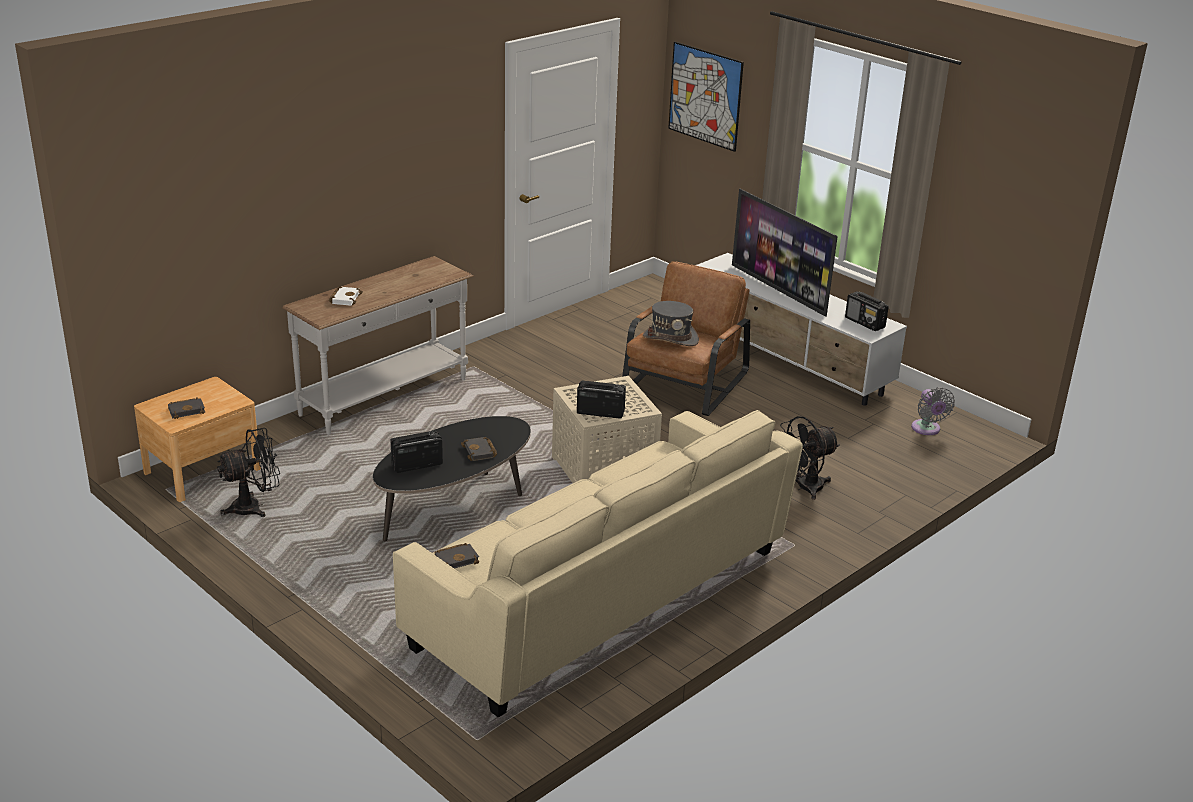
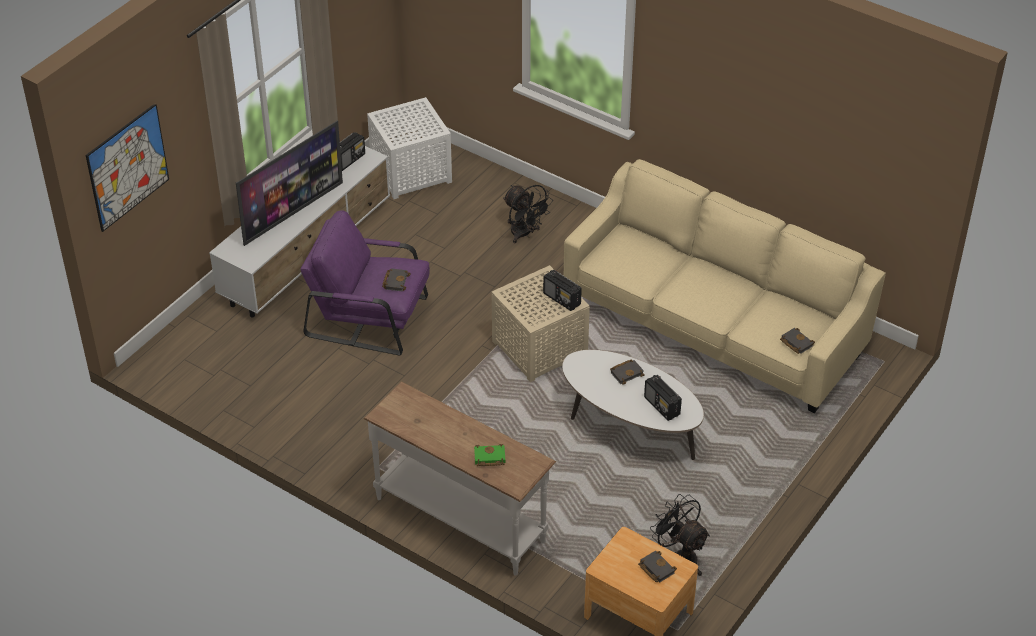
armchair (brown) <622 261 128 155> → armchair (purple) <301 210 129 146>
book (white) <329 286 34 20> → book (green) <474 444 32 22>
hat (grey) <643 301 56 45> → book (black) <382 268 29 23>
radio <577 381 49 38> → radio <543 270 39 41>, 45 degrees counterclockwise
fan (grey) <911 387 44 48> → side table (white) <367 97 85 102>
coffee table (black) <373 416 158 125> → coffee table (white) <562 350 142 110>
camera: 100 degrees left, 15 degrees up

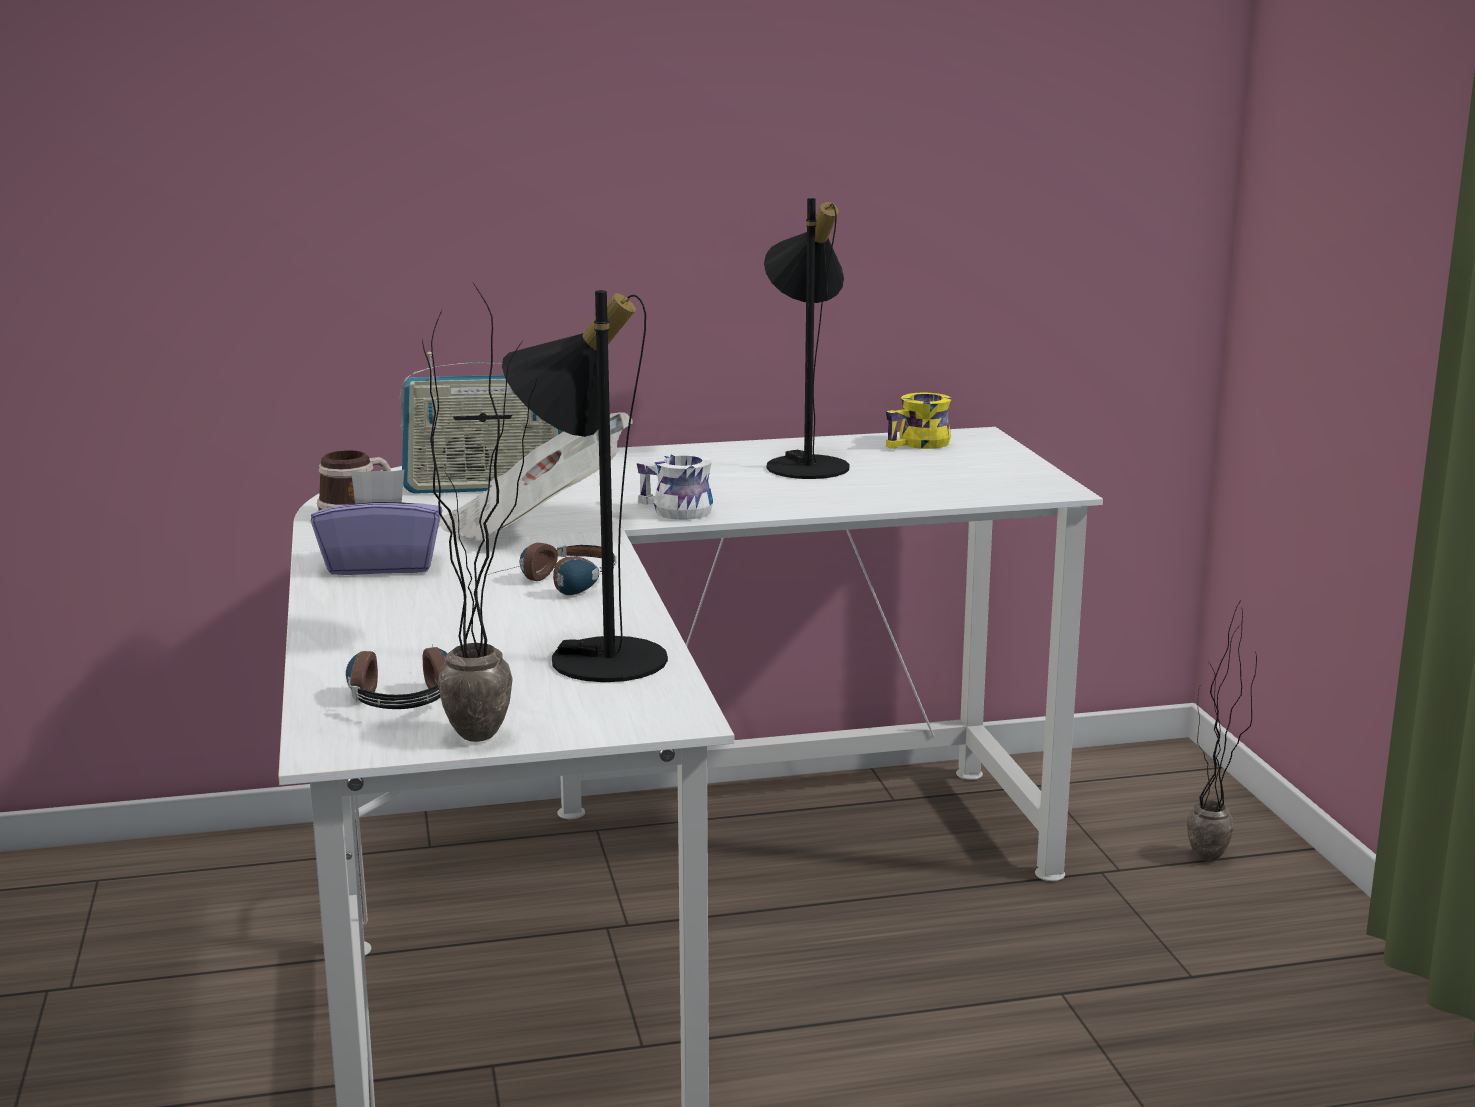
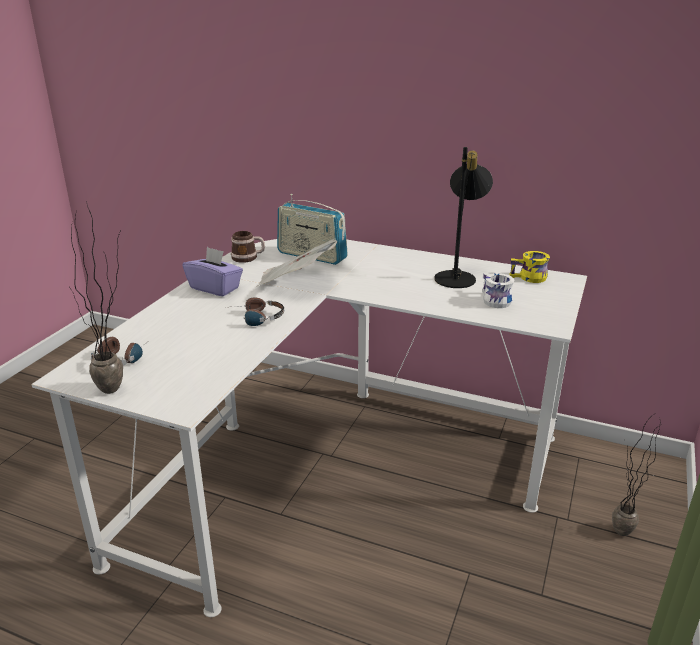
table lamp (black) <502 290 166 392> → -
mug (white) <637 454 76 66> → mug (white) <482 273 32 35>, move
camera: 35 degrees right, 10 degrees up

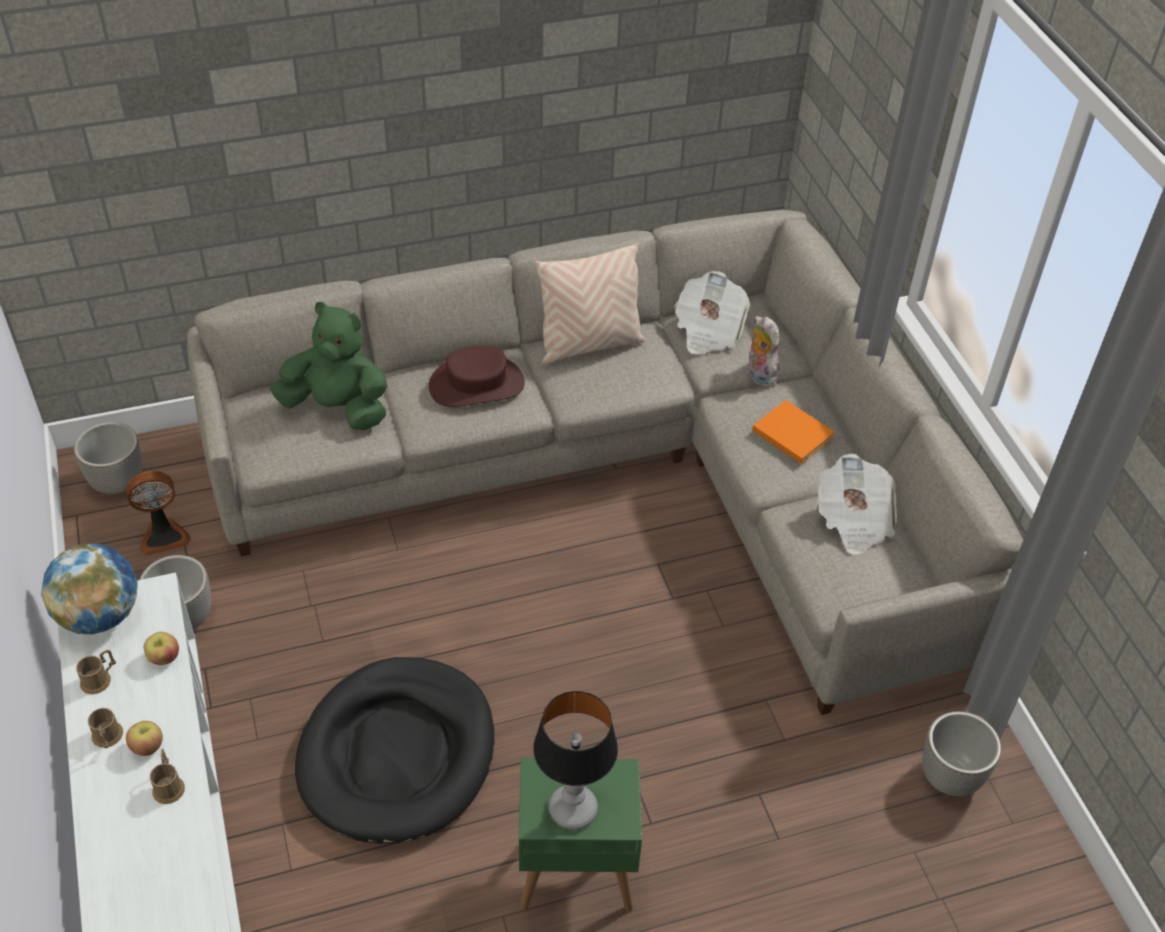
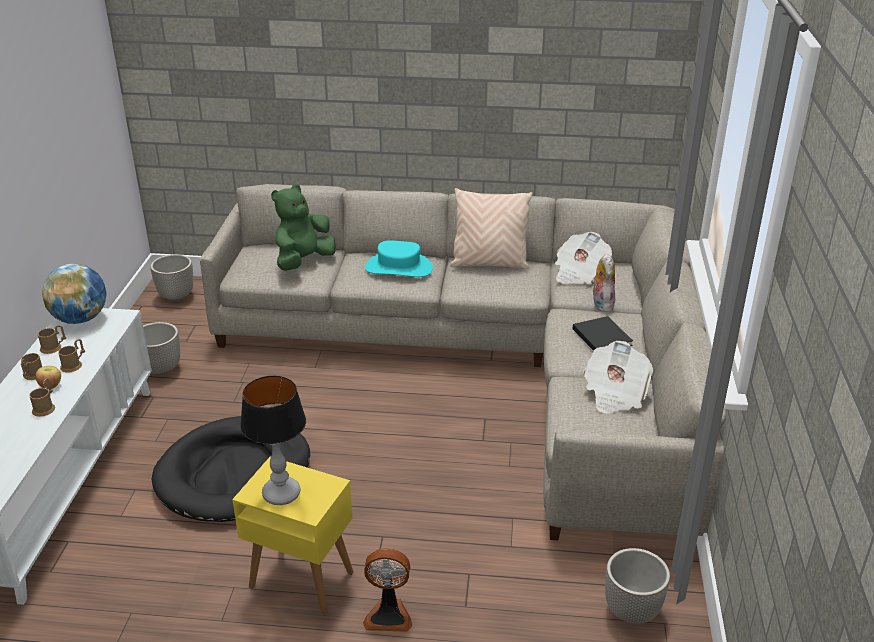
plush toy (green) <270 302 118 128> → plush toy (green) <271 184 65 87>, 90 degrees counterclockwise
hat (brown) <429 345 96 62> → hat (turquoise) <365 240 68 37>
book (orange) <752 400 83 64> → book (black) <573 316 60 35>
fan <126 471 65 85> → fan <363 548 49 84>, move
apple <144 632 35 33> → -
side table (green) <519 758 123 153> → side table (yellow) <232 457 122 158>
- → mug (brown) <58 339 27 33>
camera: 25 degrees right, 15 degrees down

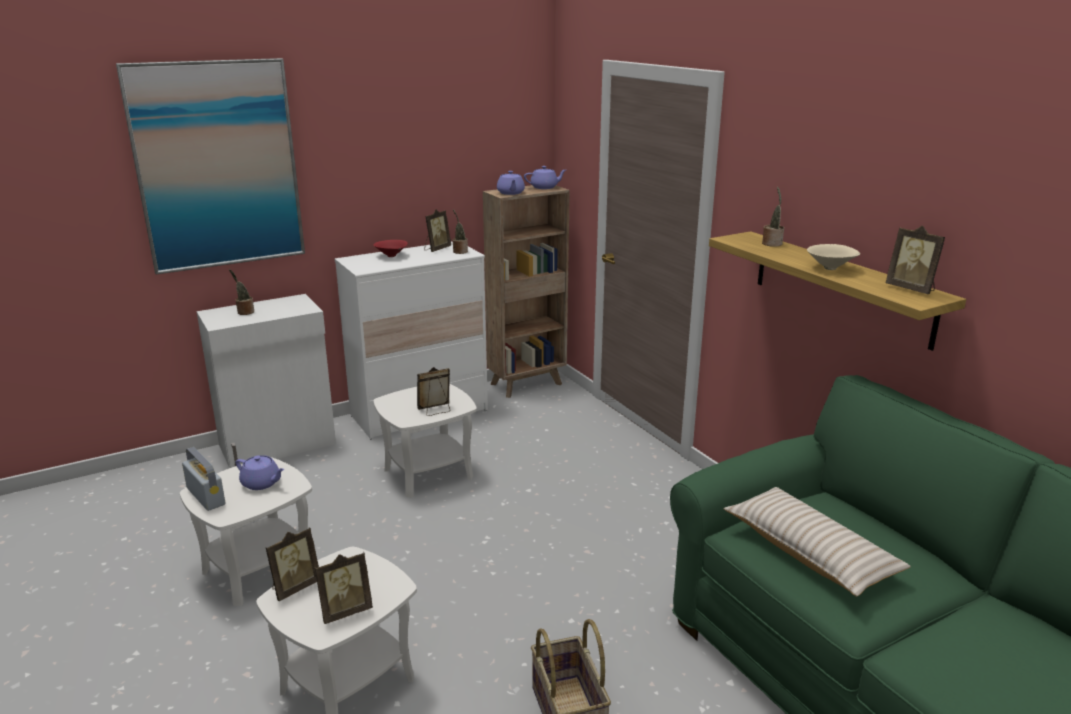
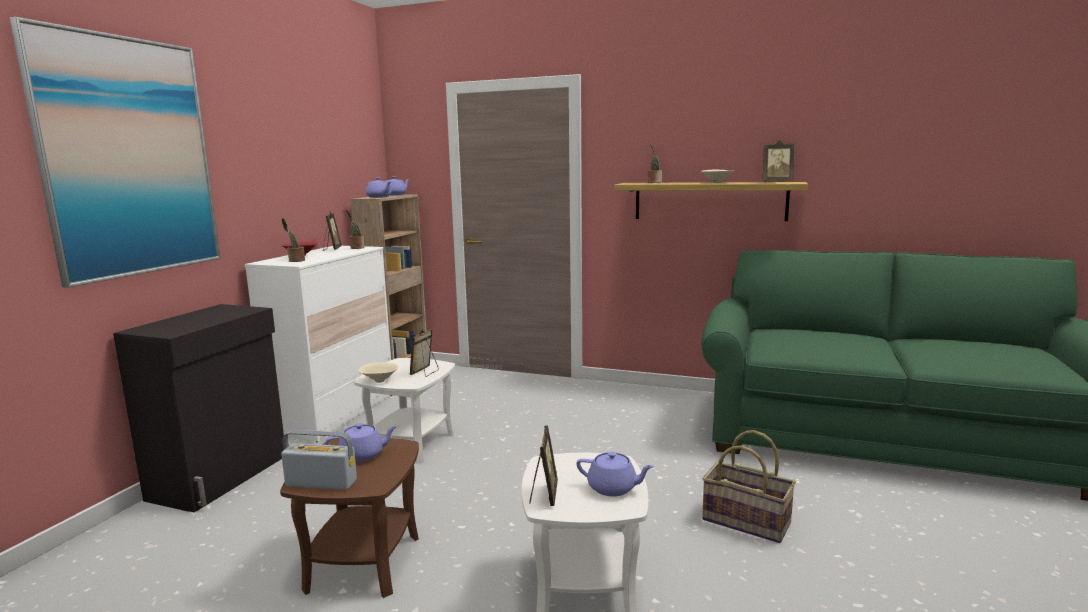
potted plant <229 269 25 46> → potted plant <282 218 23 44>, move
cabinet (white) <196 294 140 174> → cabinet (black) <113 304 171 209>
side table (white) <180 457 132 149> → side table (brown) <280 437 139 161>
pillow (beige) <724 487 187 110> → -
picture frame <315 552 58 72> → teapot (purple) <577 452 77 44>
- → bowl (beige) <359 362 39 21>
camera: 40 degrees left, 10 degrees down

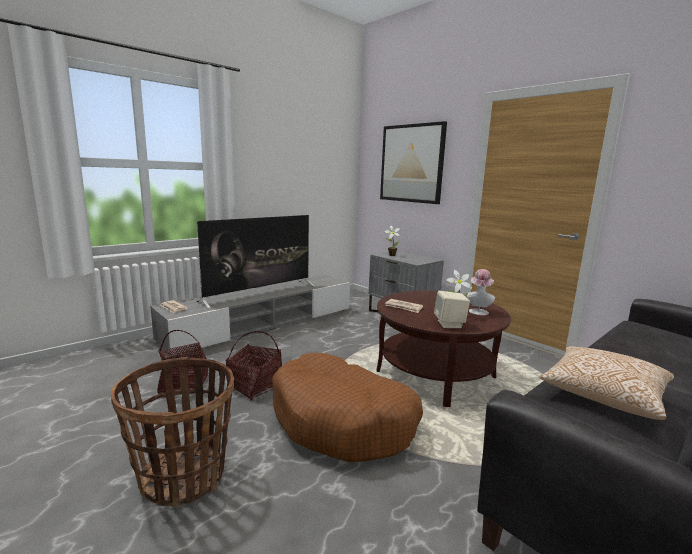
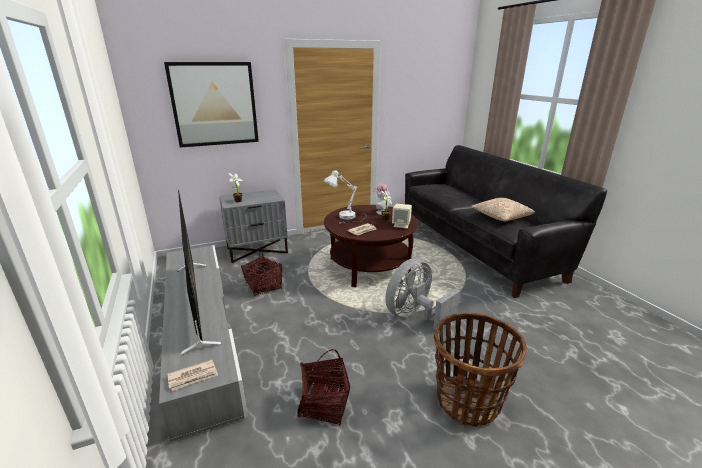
basket <226 331 56 70> → basket <241 247 41 49>, move
dog bed (brown) <272 353 151 109> → fan (grey) <385 258 75 73>
- → table lamp (white) <324 170 43 54>
camera: 70 degrees left, 10 degrees up

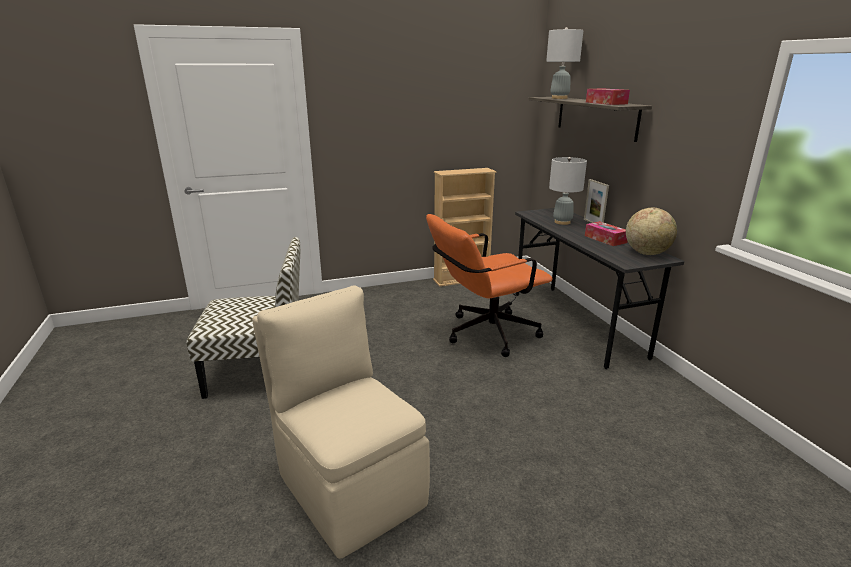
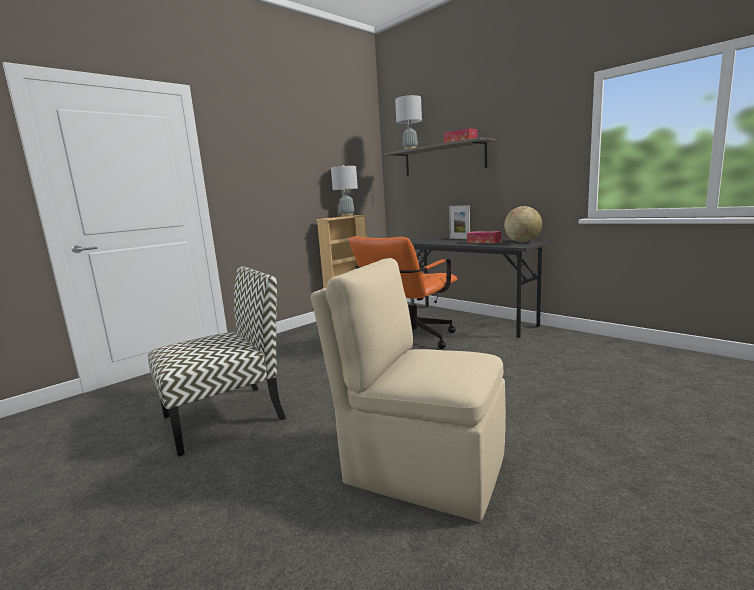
table lamp (grey) <549 157 38 68> → table lamp (grey) <331 165 27 52>, move
camera: 25 degrees left, 10 degrees down

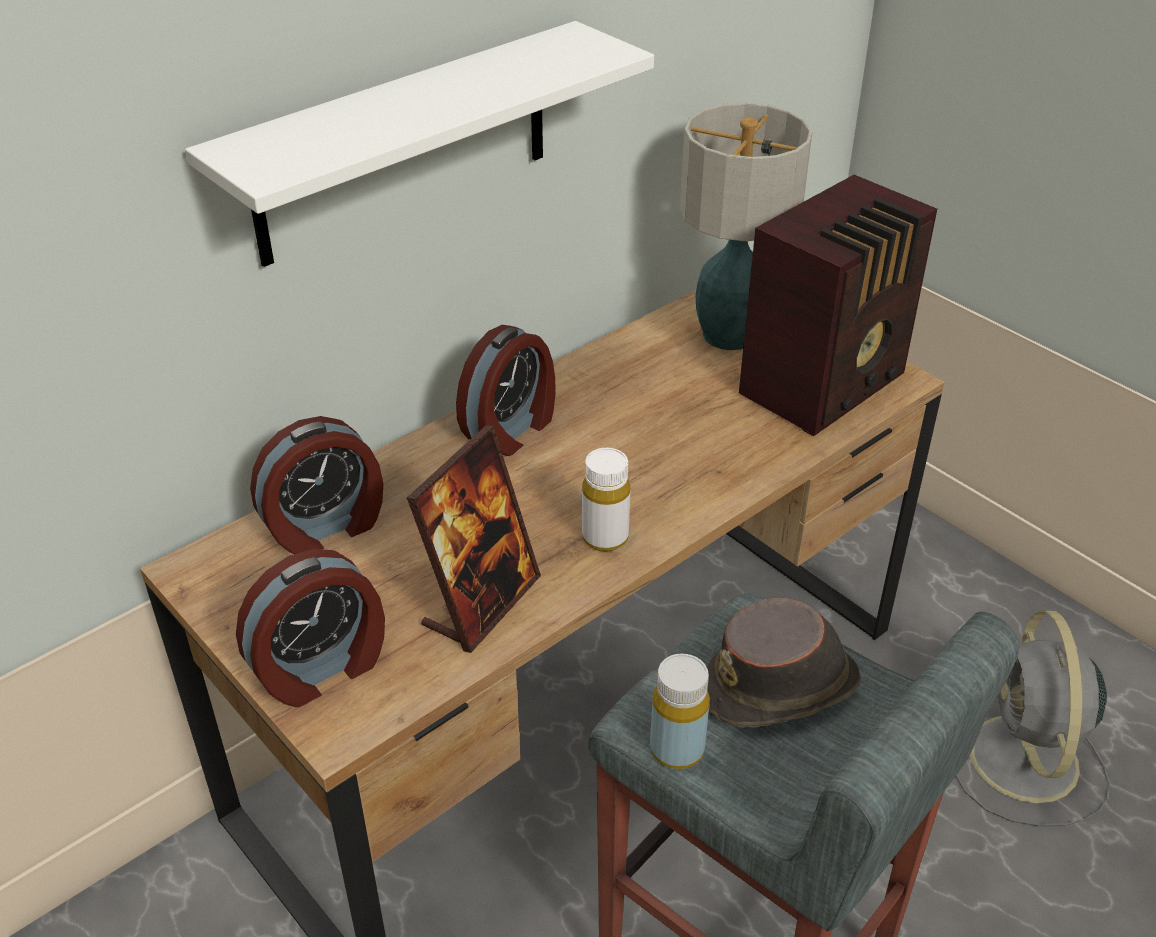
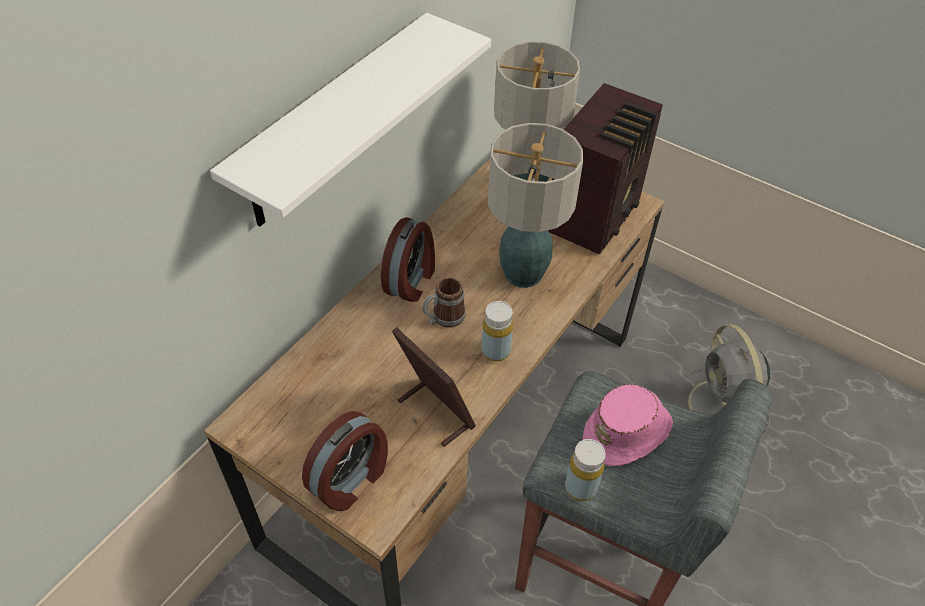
alarm clock <250 416 133 138> → -
picture frame <407 425 134 228> → picture frame <392 327 84 120>, 60 degrees counterclockwise
bottle (white) <582 448 48 104> → bottle (yellow) <481 301 32 60>
hat (brown) <707 598 154 129> → hat (pink) <583 384 90 82>
- → table lamp <488 123 95 165>
- → mug <422 277 44 51>
camera: 15 degrees left, 10 degrees up

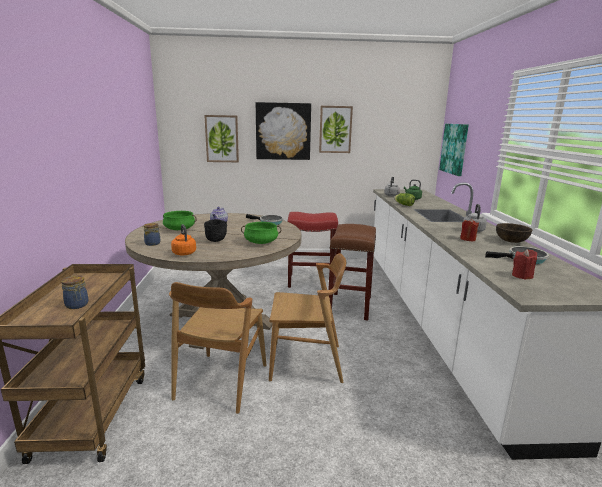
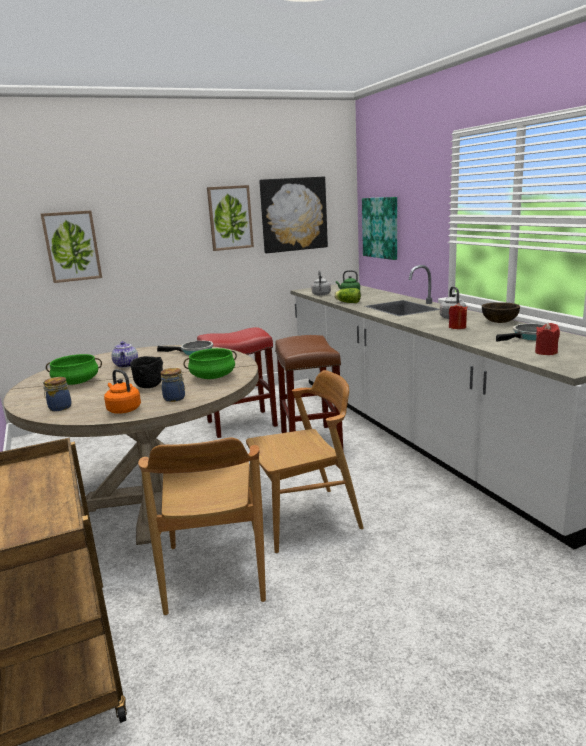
picture <256 102 55 58> → picture <259 177 69 76>, move
jar <61 276 27 33> → jar <160 368 25 34>, move
camera: 20 degrees left, 0 degrees up

